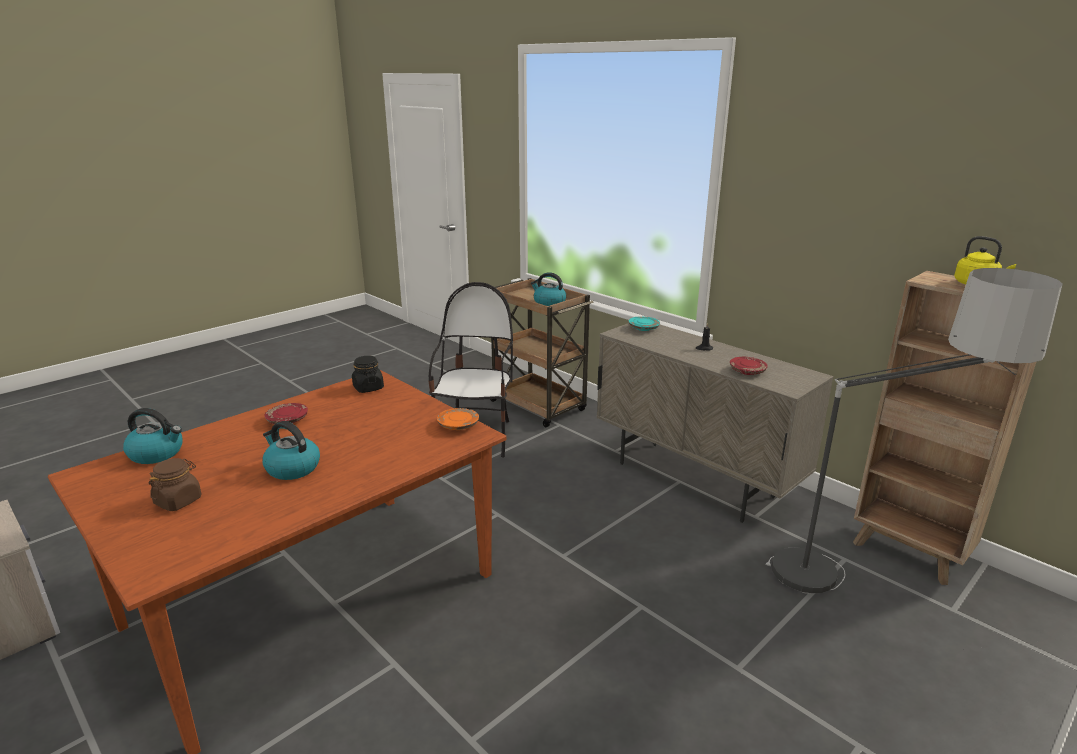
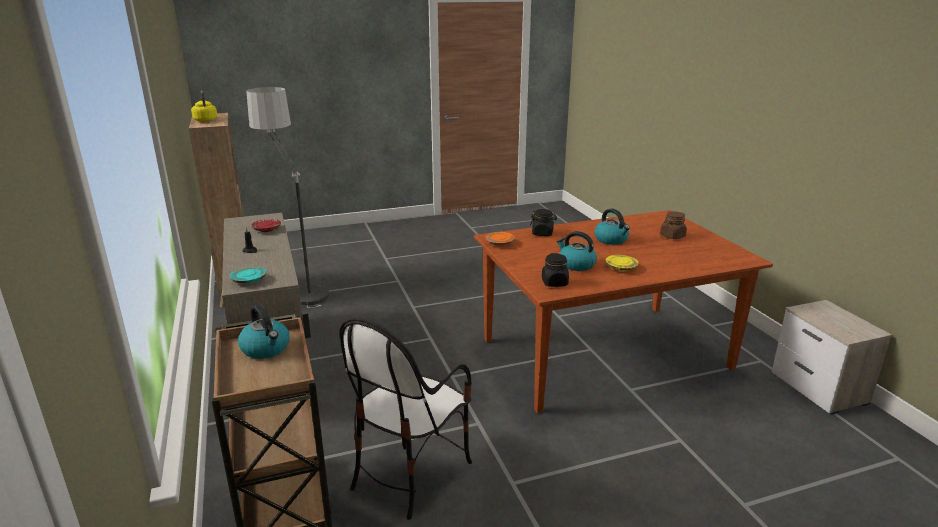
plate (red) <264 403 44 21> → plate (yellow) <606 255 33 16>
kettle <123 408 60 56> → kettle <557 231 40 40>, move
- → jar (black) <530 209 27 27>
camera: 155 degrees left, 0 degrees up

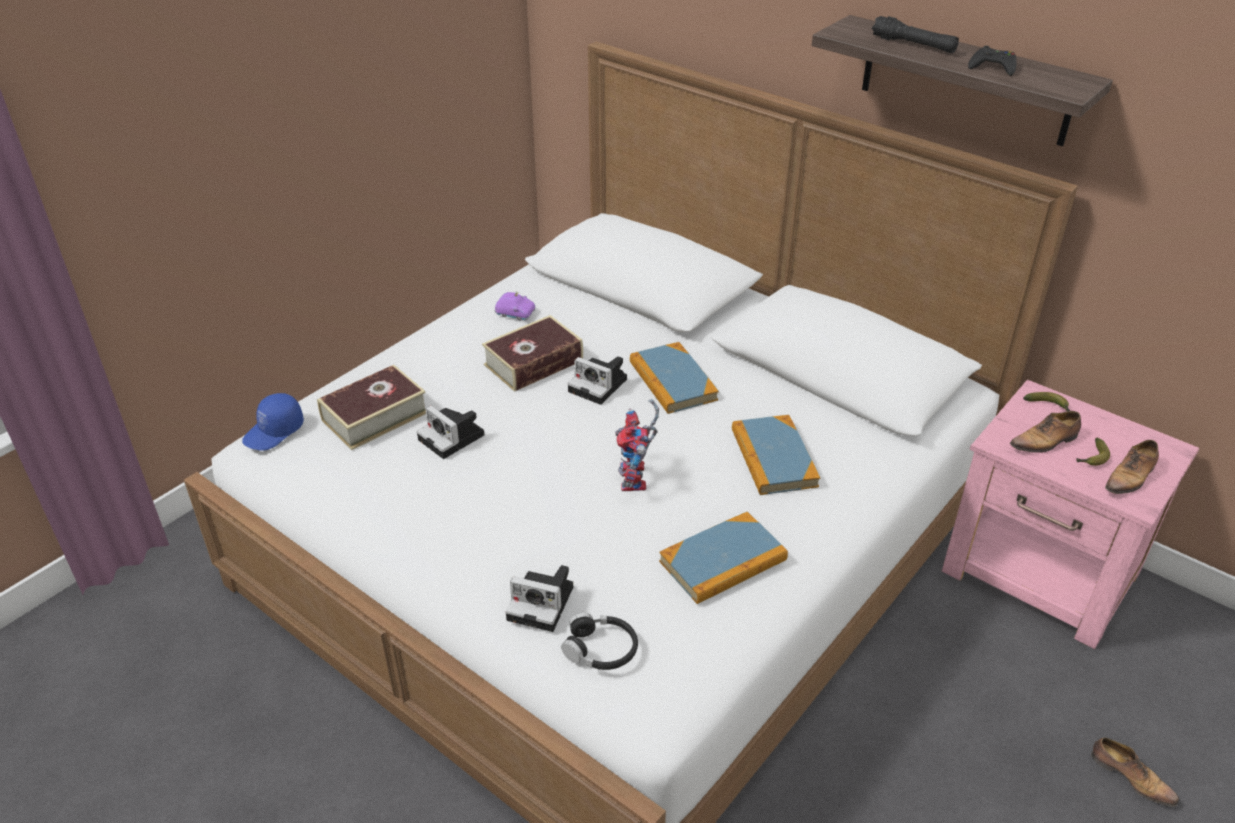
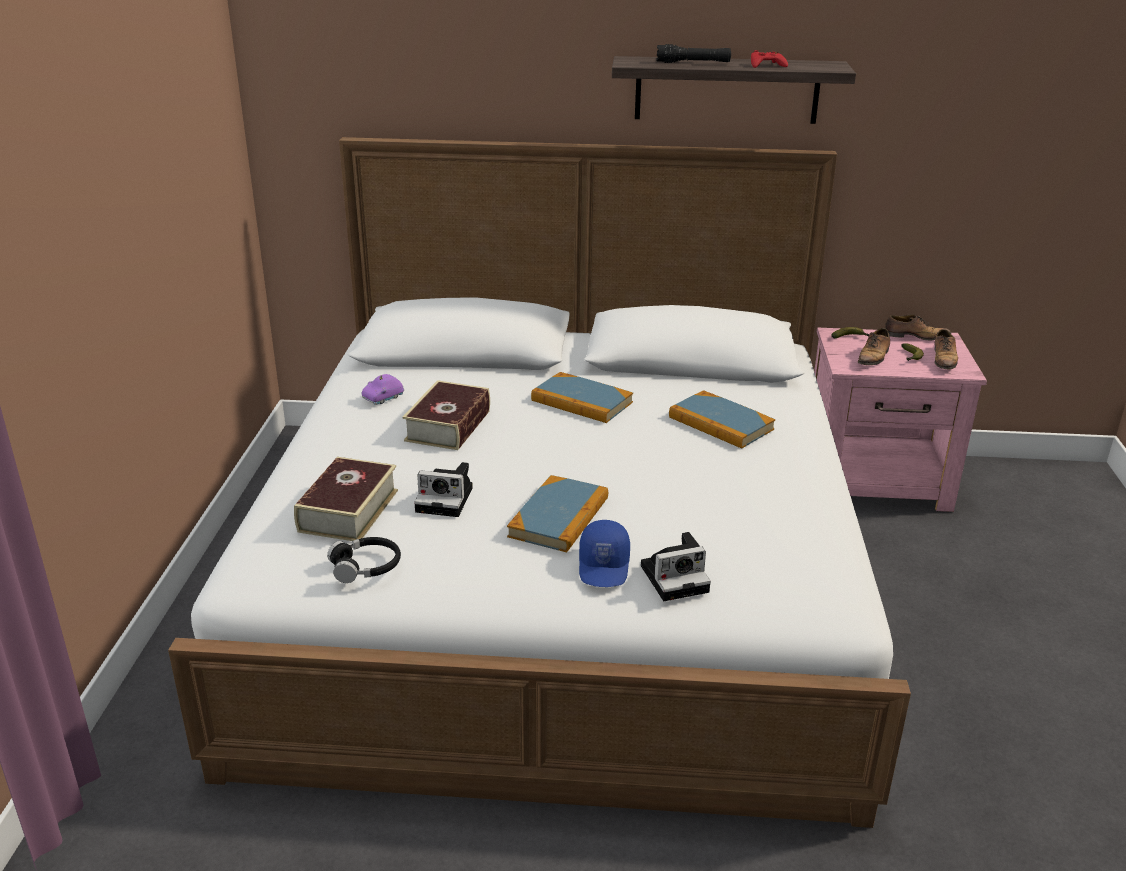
game controller (black) <968 46 49 30> → game controller (red) <751 50 37 18>
toy car (purple) <495 291 40 29> → toy car (purple) <362 374 42 31>, 150 degrees clockwise
photo camera <568 356 59 49> → -
cap (blue) <242 393 62 57> → cap (blue) <579 520 51 67>, move
toy robot <615 399 44 92> → -
book <659 512 129 92> → book <507 475 101 78>, move
headphones (black) <561 613 77 57> → headphones (black) <327 537 74 46>, move
shoe <1092 738 87 69> → shoe <885 314 66 26>, move
camera: 35 degrees left, 10 degrees down

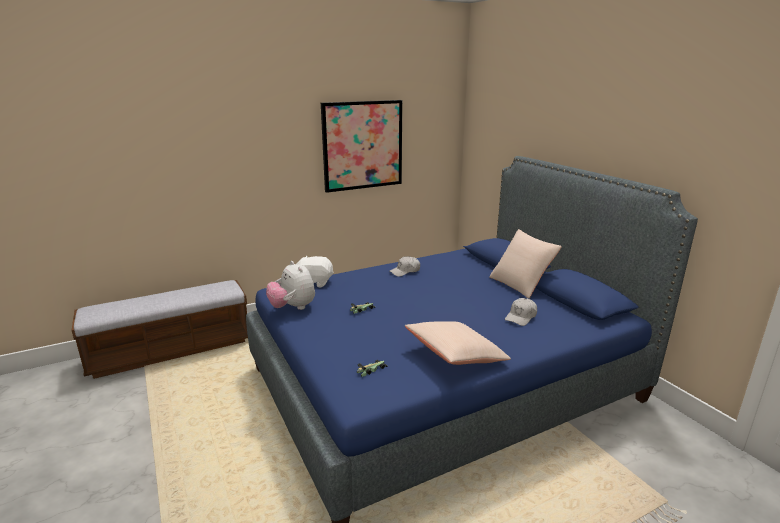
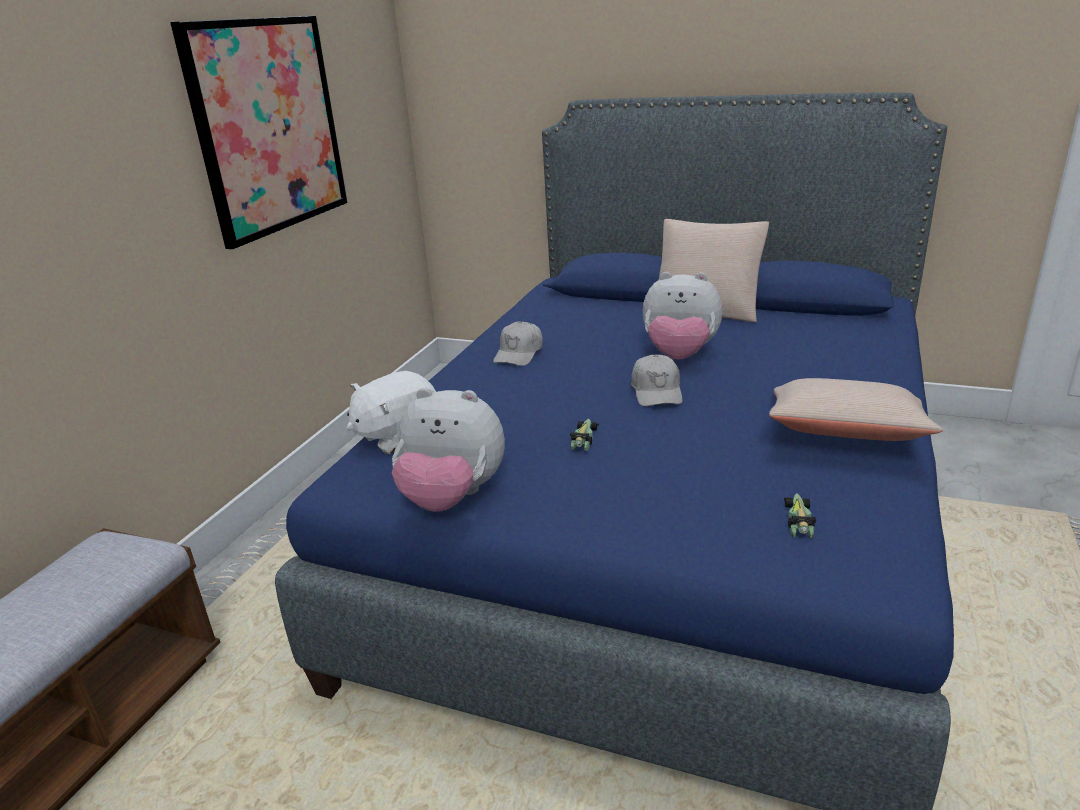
cap (white) <505 298 32 28> → cap (white) <631 354 51 52>, move
- → plush toy <643 272 80 88>
camera: 40 degrees left, 5 degrees up

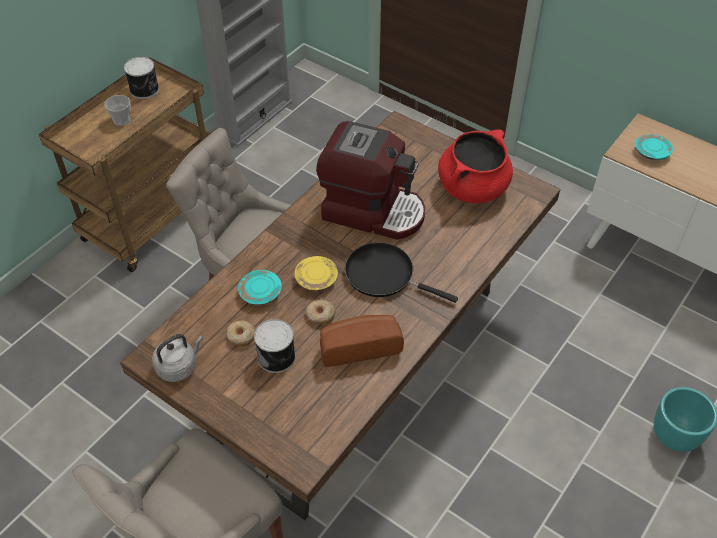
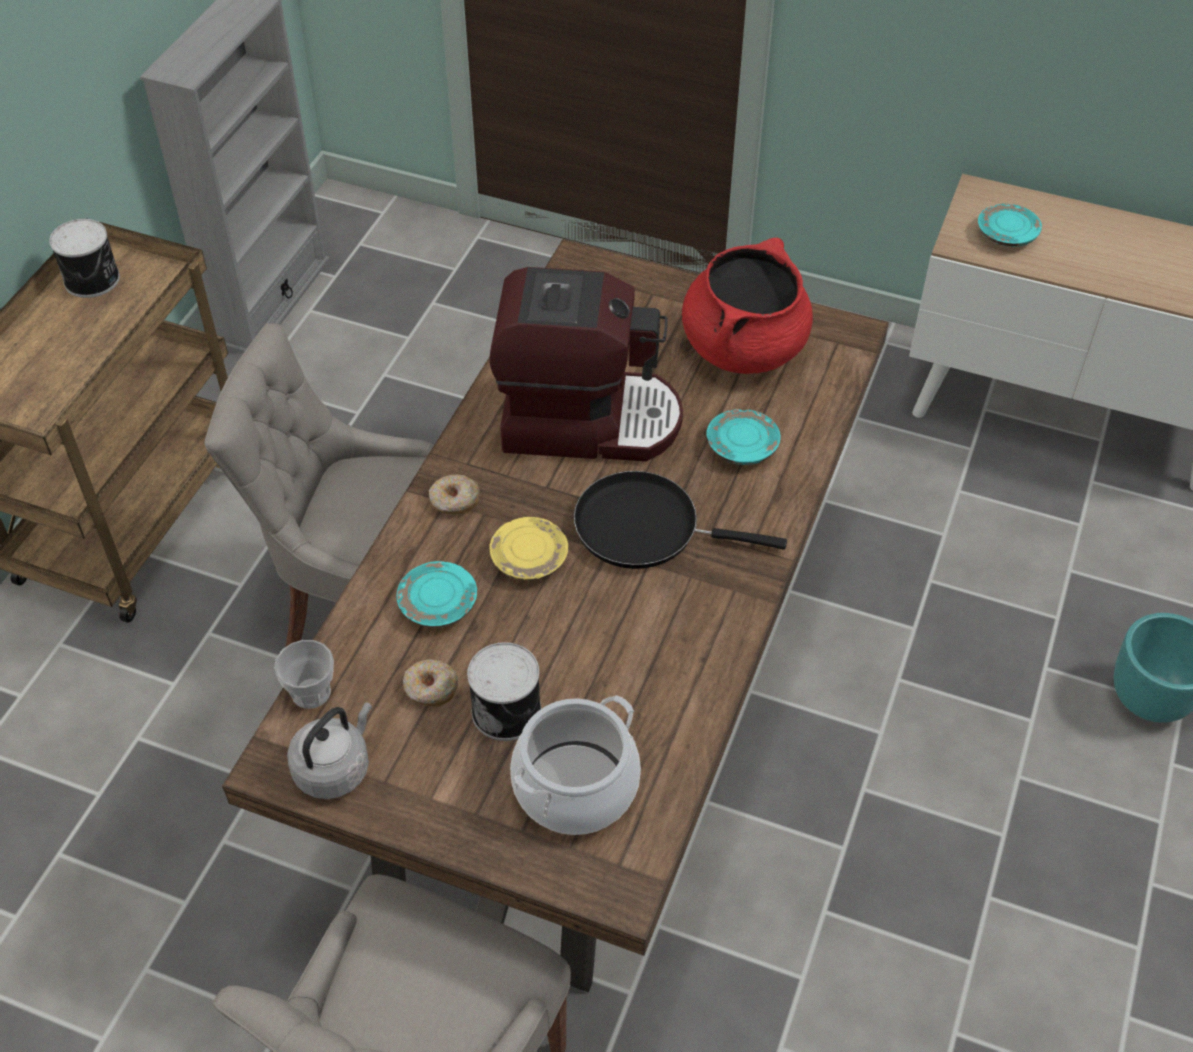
cup <104 95 27 31> → cup <274 640 60 69>, move
donut <306 300 30 24> → donut <429 475 51 40>, move
bread <320 315 84 52> → -
- → plate (turquoise) <706 409 75 56>
- → cooking pot <510 695 131 140>
camera: 15 degrees left, 0 degrees up

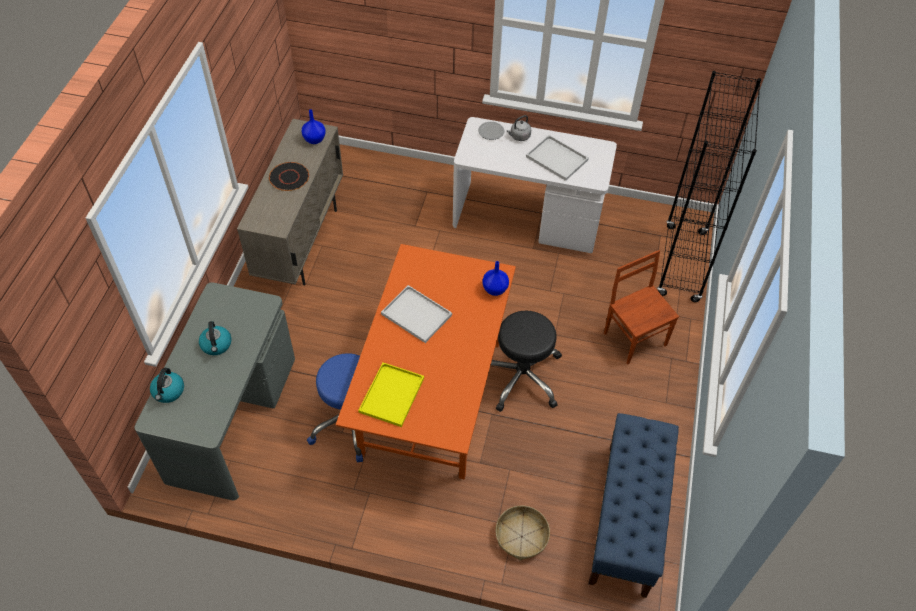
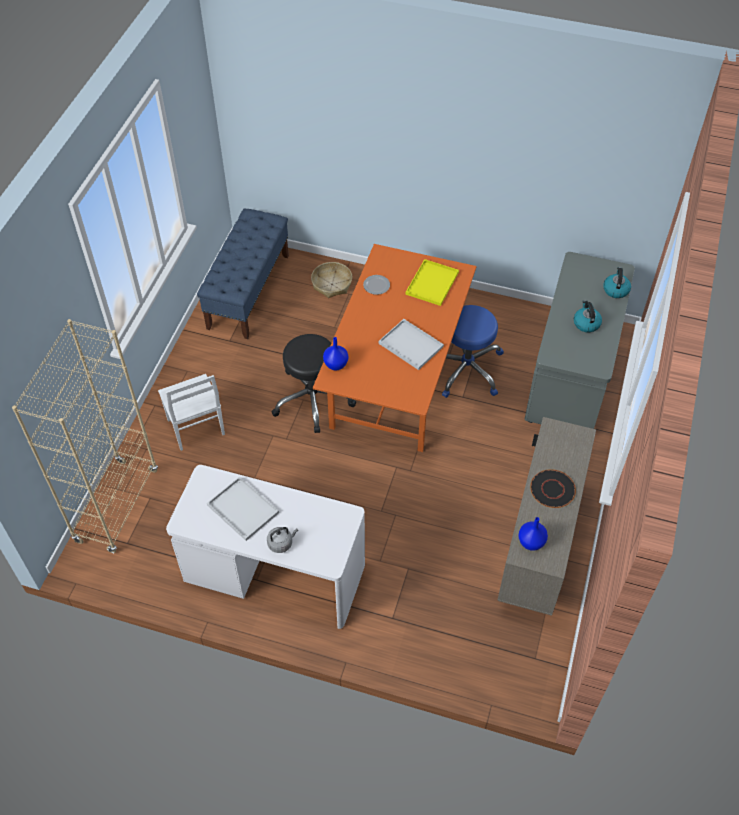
bookcase (black) <657 71 104 231> → bookcase (beige) <12 319 146 235>
plate <478 122 26 18> → plate <363 275 27 20>, move
chair (brown) <604 250 75 114> → chair (white) <158 374 67 77>
camera: 175 degrees left, 0 degrees up

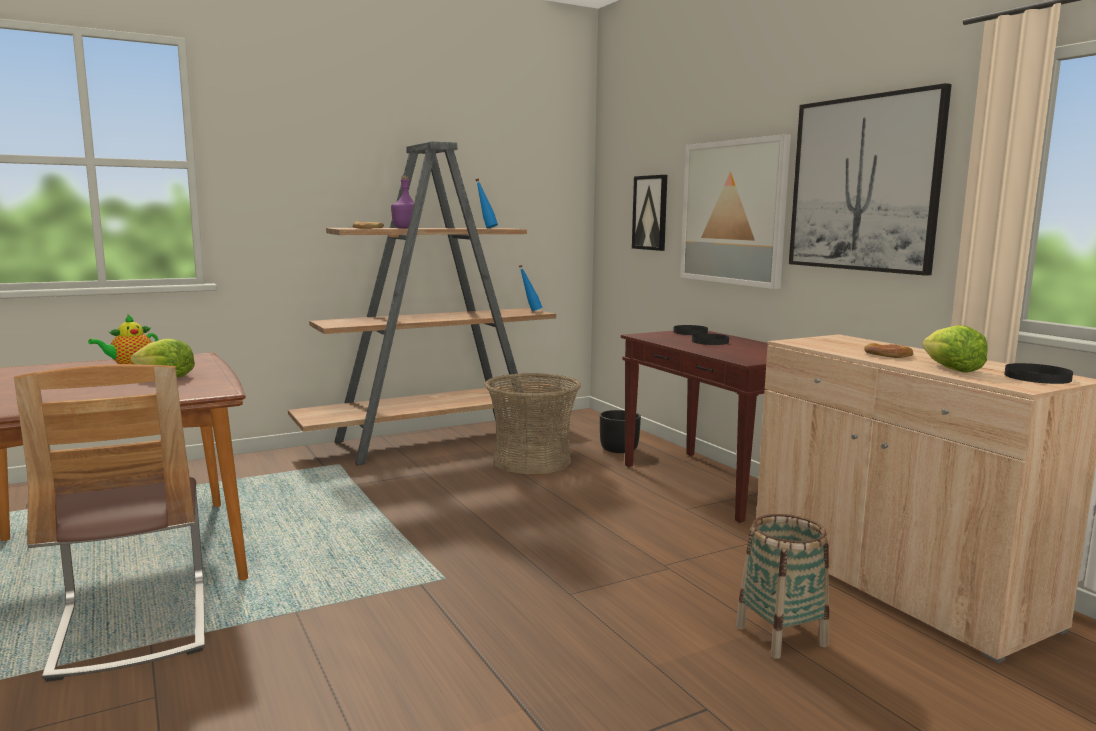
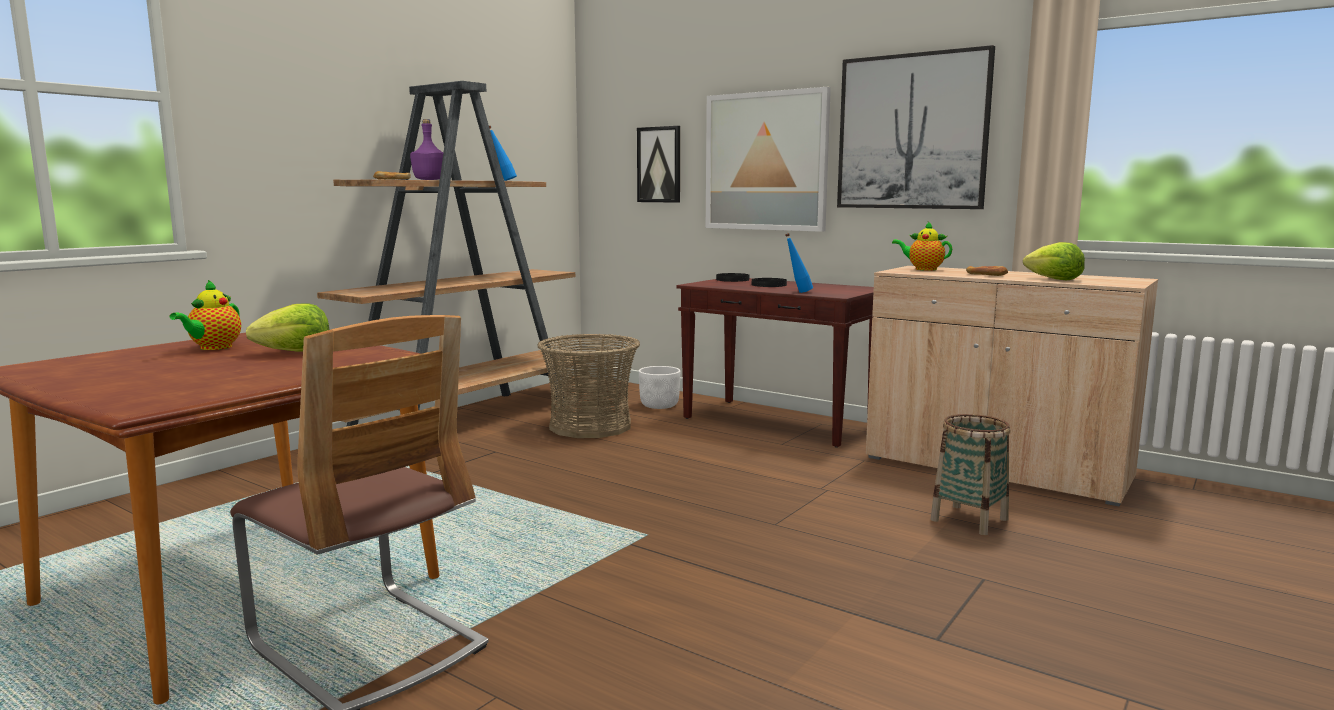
bottle (blue) <519 265 23 46> → bottle (blue) <785 233 28 60>, move
plate (black) <1004 363 69 21> → -
planter (black) <600 410 41 43> → planter (white) <639 366 41 43>
- → teapot <892 221 60 50>
camera: 25 degrees left, 0 degrees up

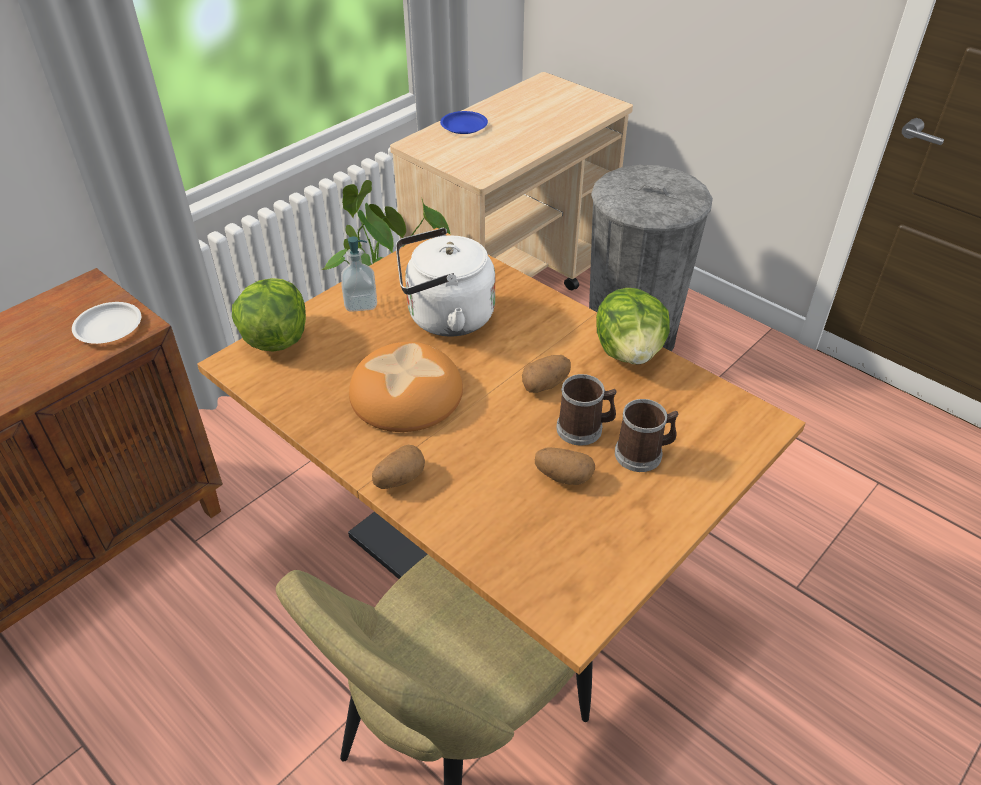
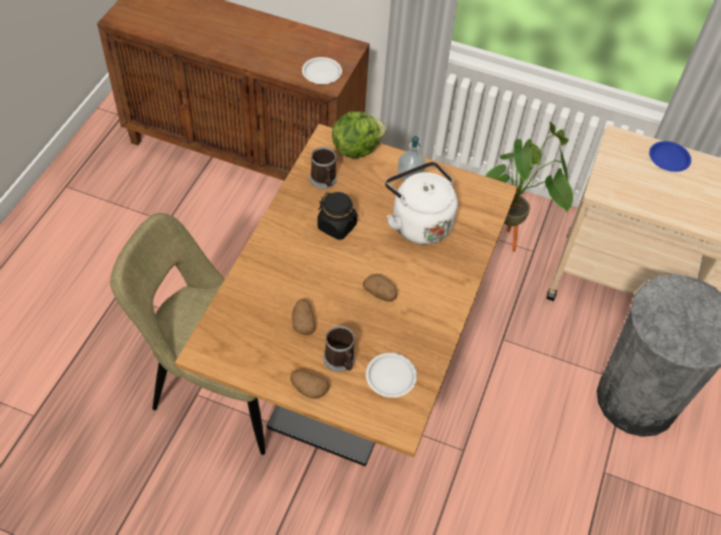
lettuce <596 288 74 77> → -
bread <349 342 114 90> → jar (black) <317 192 41 48>
mug <556 374 61 72> → mug <310 147 27 42>, move
potato <372 445 53 44> → potato <290 370 39 29>, move
- → plate (white) <366 353 51 45>
camera: 65 degrees right, 10 degrees up

